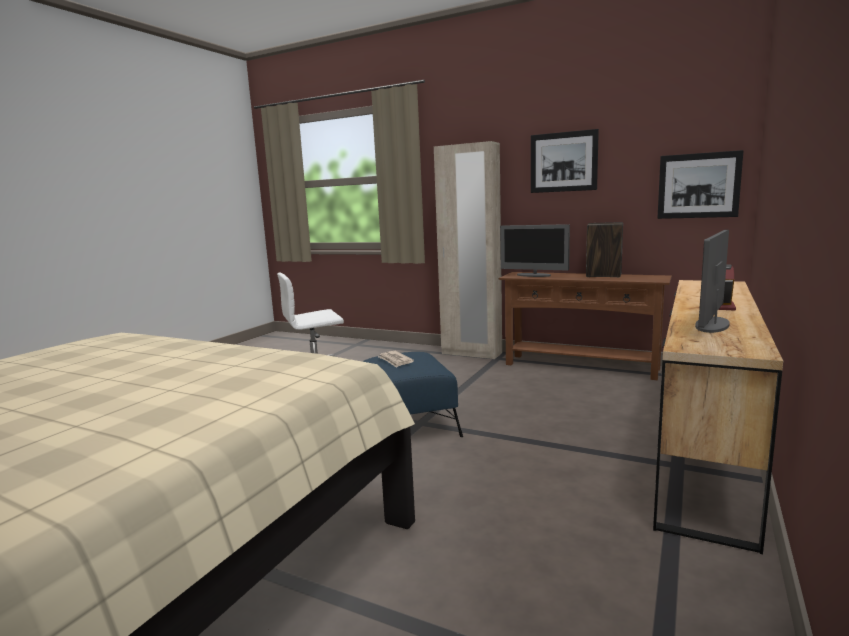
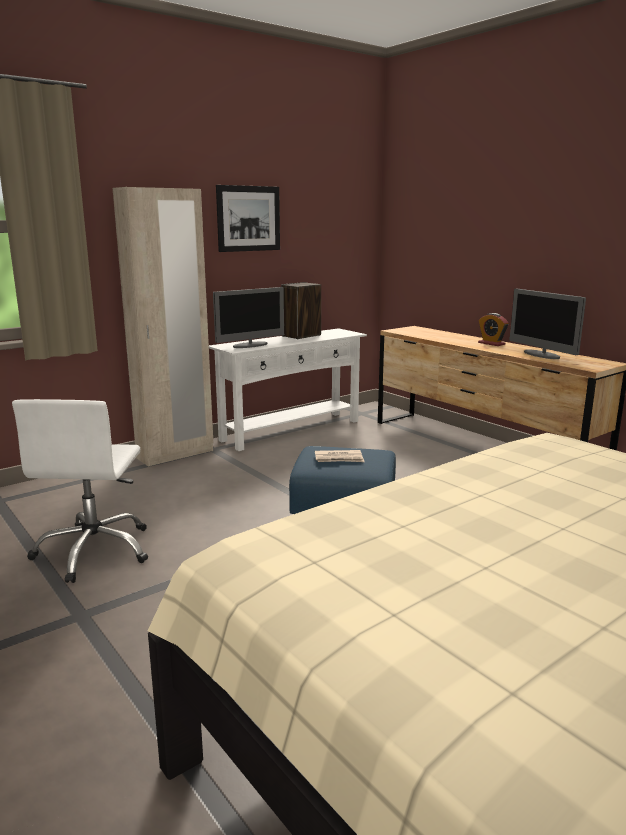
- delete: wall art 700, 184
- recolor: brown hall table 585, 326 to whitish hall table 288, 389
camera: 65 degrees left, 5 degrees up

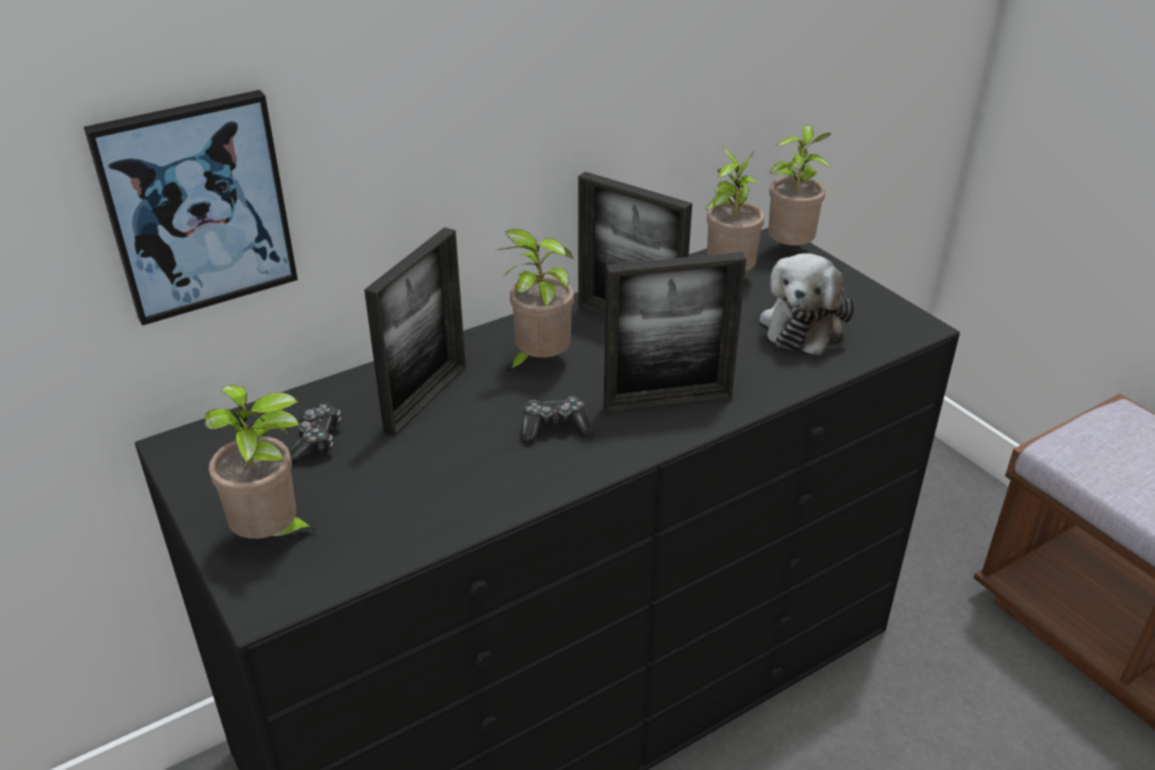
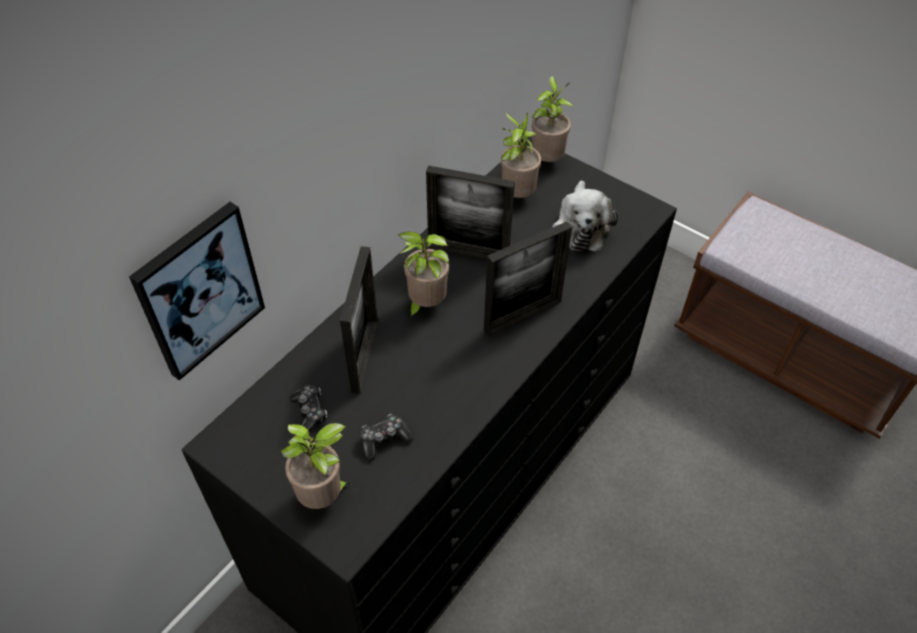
- move: game controller 557, 420 to 386, 437
camera: 20 degrees left, 15 degrees up

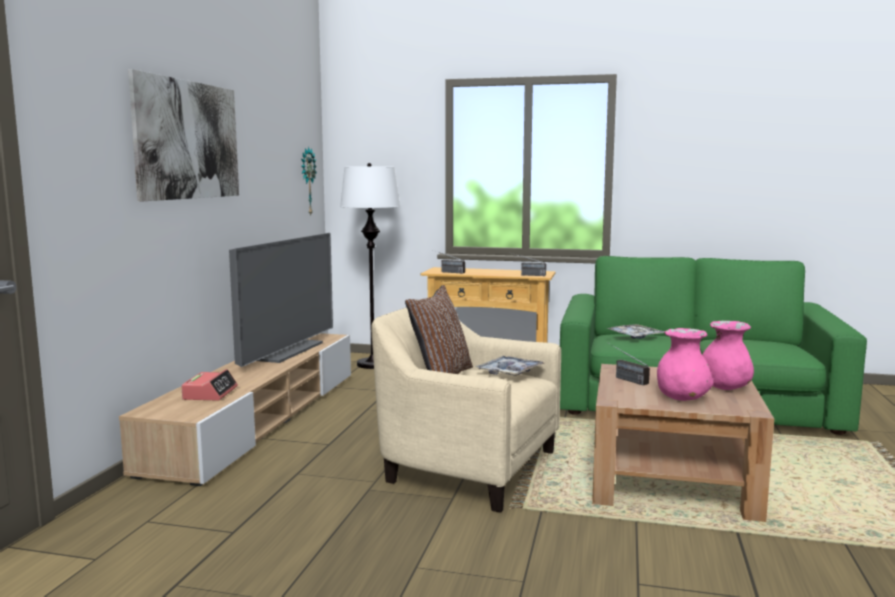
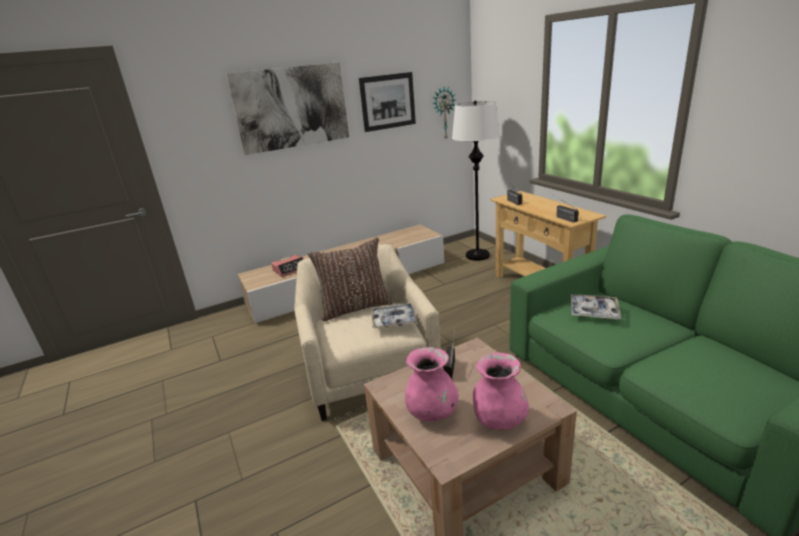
- delete: television 281, 300
- insert: wall art 387, 102
camera: 50 degrees right, 15 degrees up

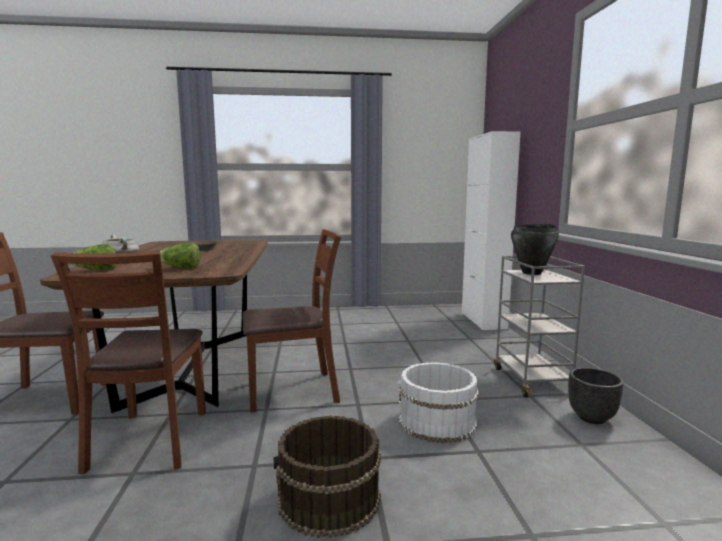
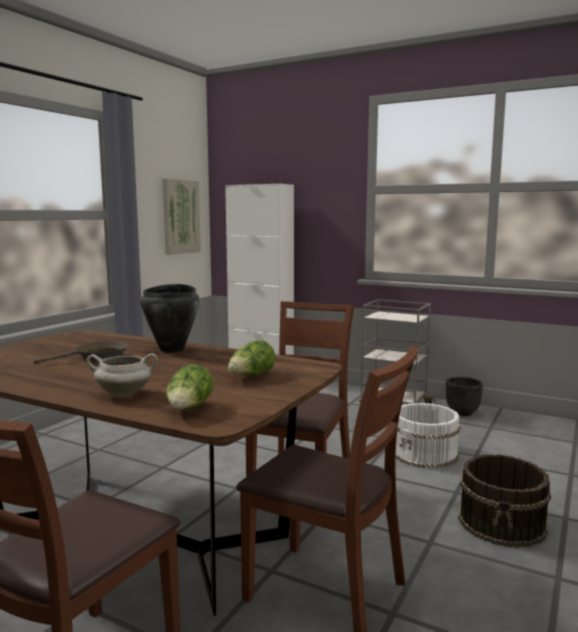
- move: black saucepot 535, 249 to 169, 318
- insert: wall art 182, 216
camera: 55 degrees left, 0 degrees up

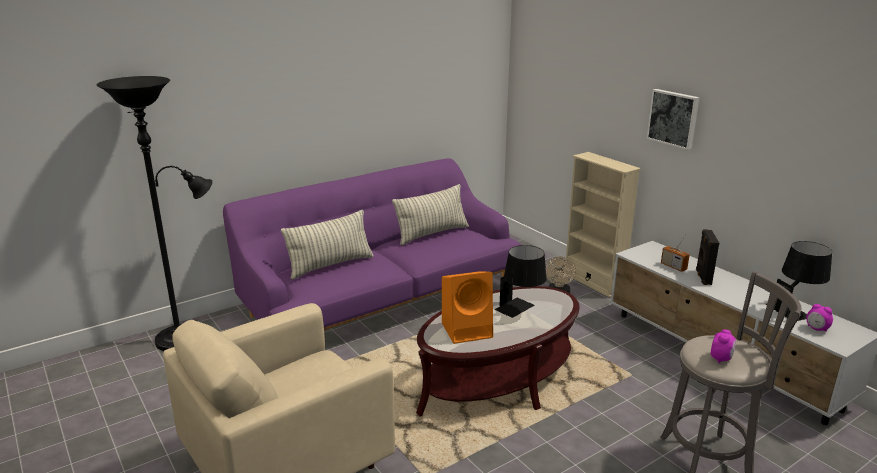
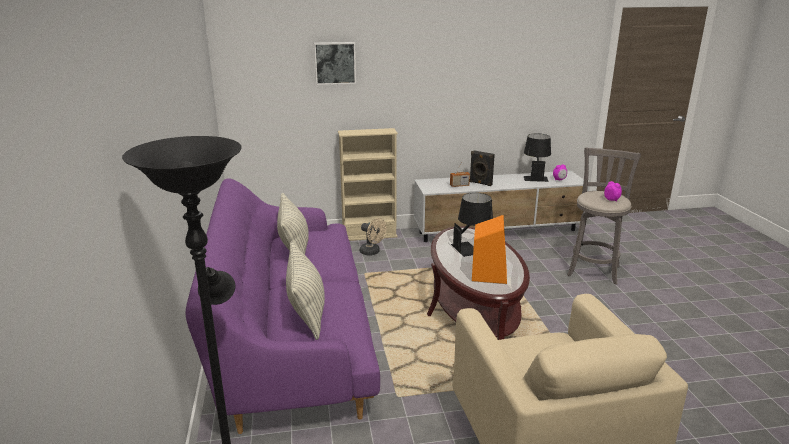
- move: wall art 673, 119 to 335, 63
camera: 65 degrees left, 0 degrees up

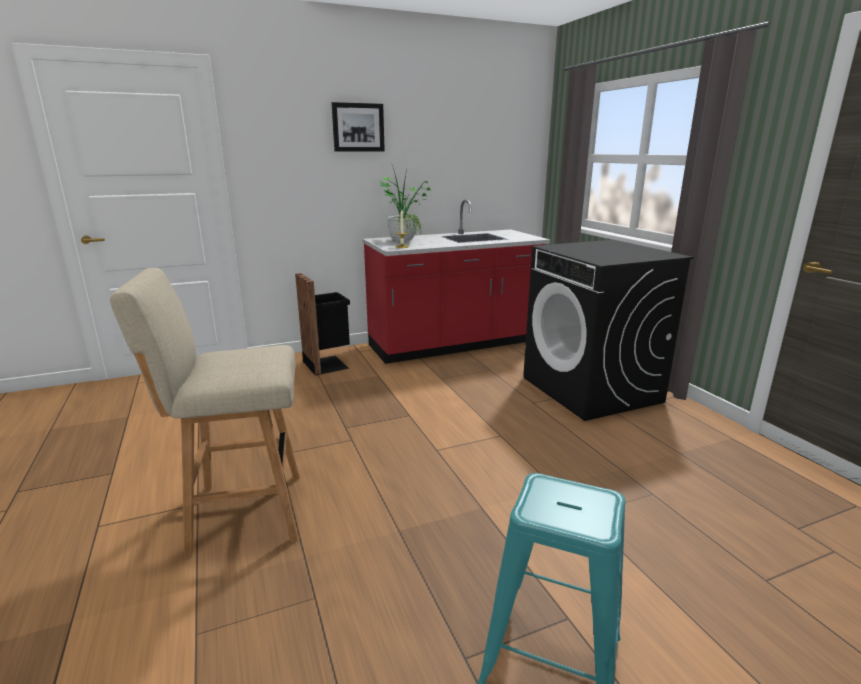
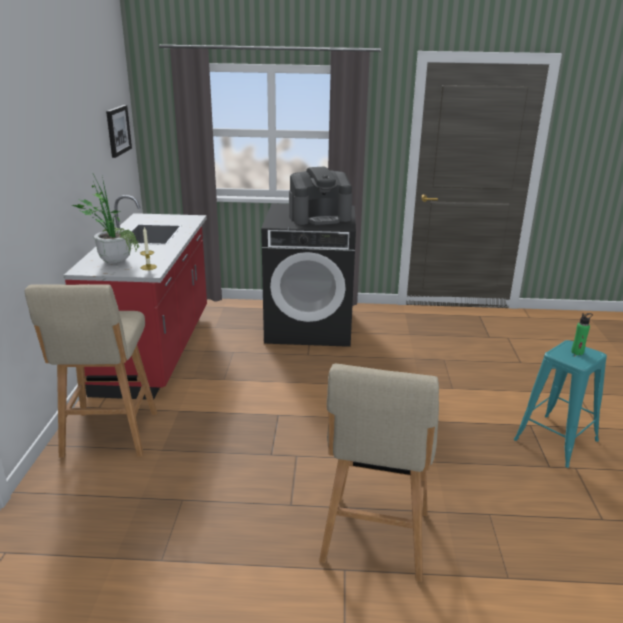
- move: wall art 358, 126 to 119, 131
- replace: black trash can 322, 324 to beige sitting stool 91, 371
- insert: coffee brewer 320, 196
- insert: greenish bottle 582, 334
camera: 65 degrees left, 5 degrees up

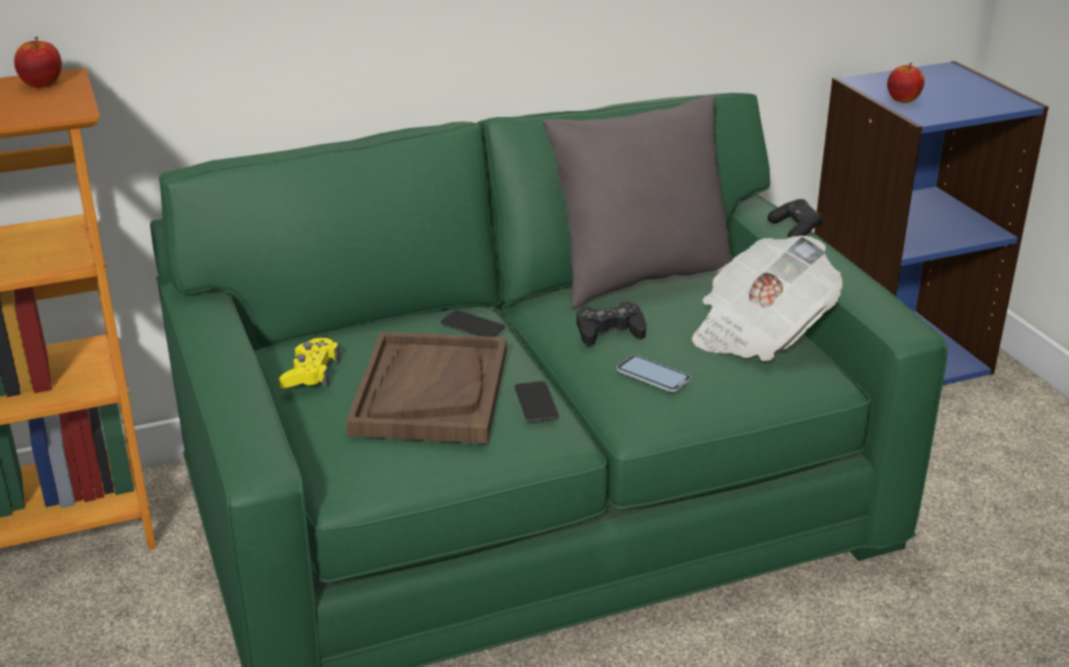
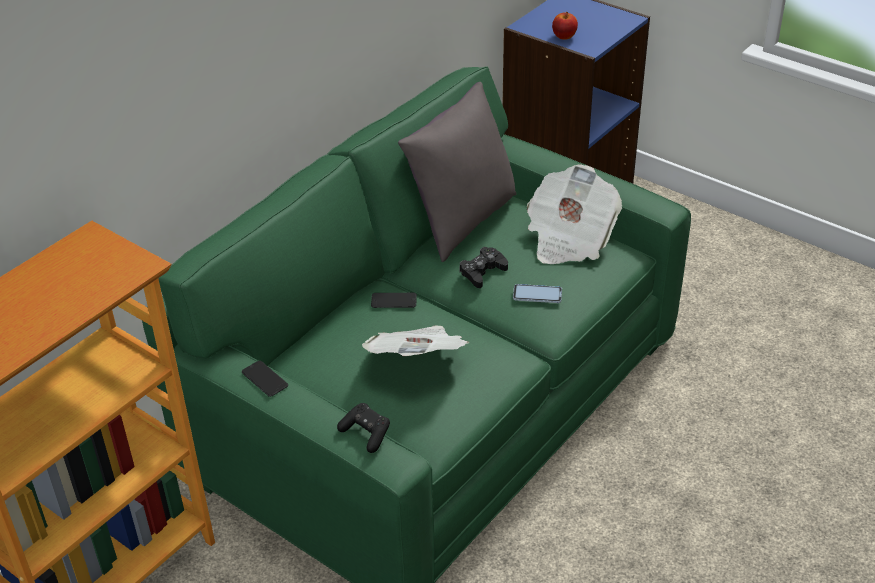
- delete: apple 38, 62
- move: black game controller 795, 218 to 363, 428
- replace: brown carrying tray 426, 388 to newspaper 415, 341
- delete: yellow-coloured game controller 309, 363
- move: telephone 536, 401 to 265, 379
camera: 30 degrees left, 10 degrees up

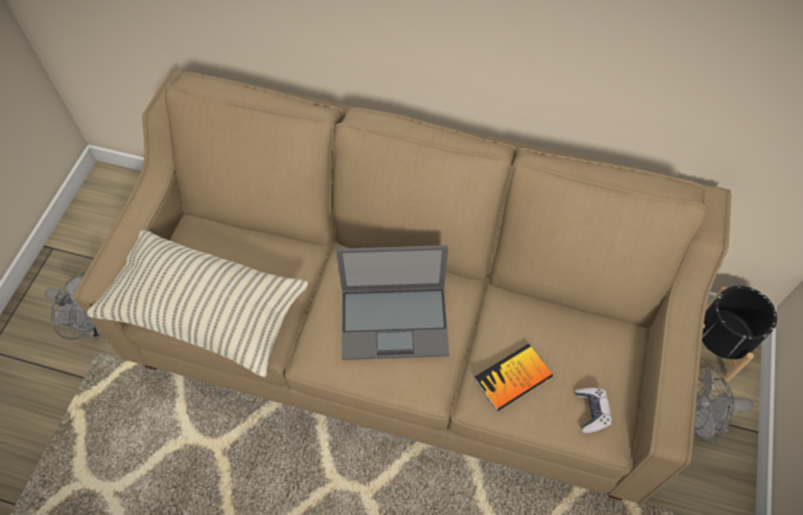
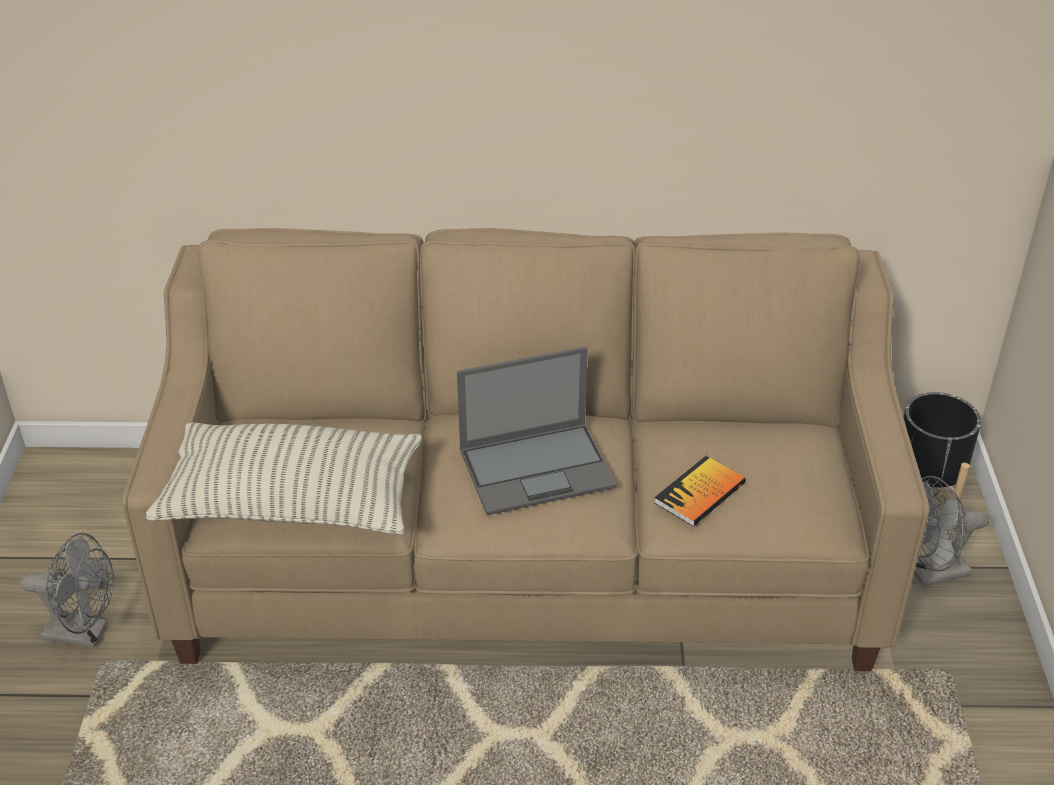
- delete: game controller 593, 410
camera: 15 degrees left, 20 degrees down

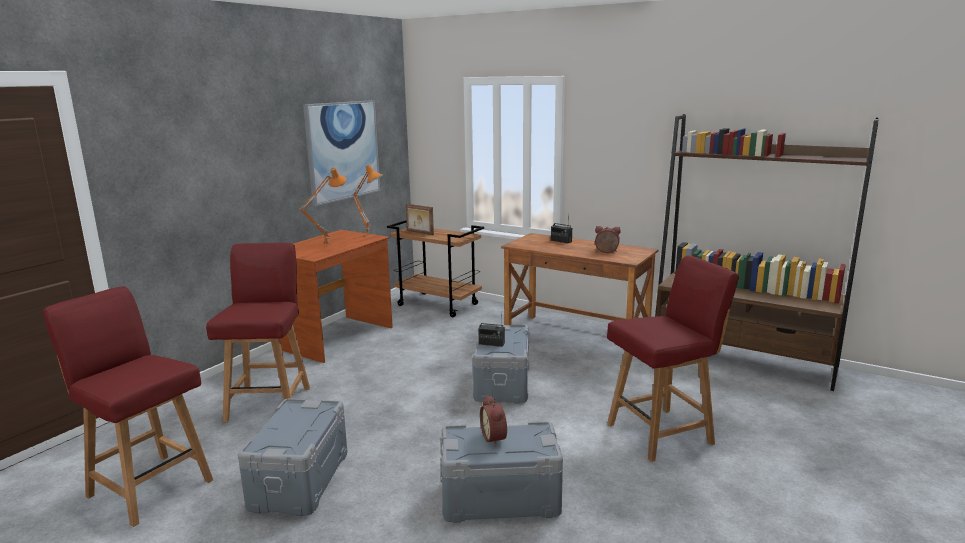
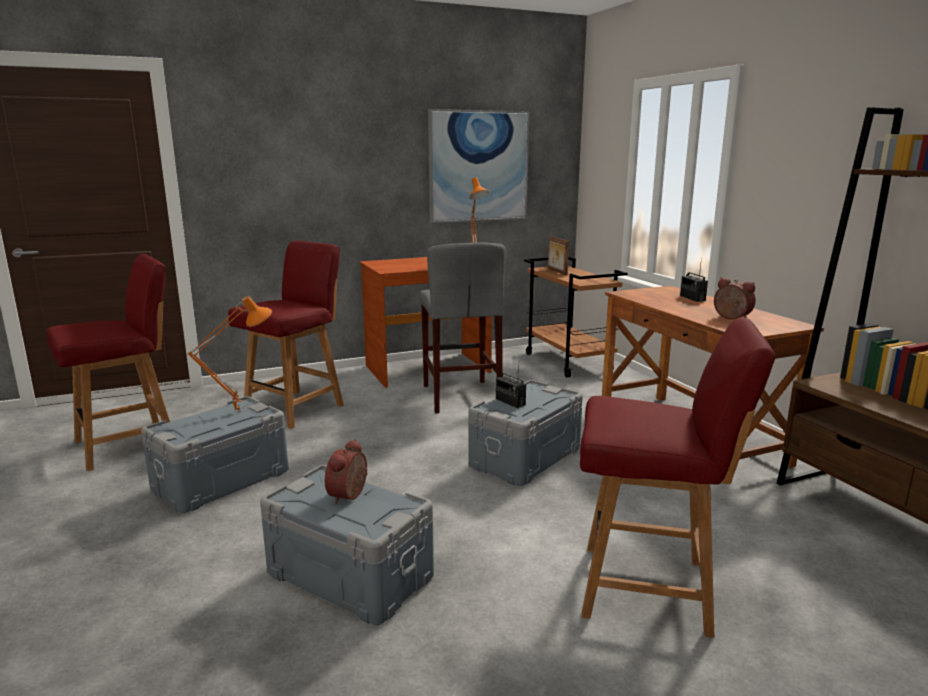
- move: orange tabletop lamp 322, 206 to 230, 354
- rotate: reddish chair 127, 406 = 108, 362 75 degrees clockwise
- insert: greyish sitting stool 462, 328
camera: 35 degrees right, 0 degrees up

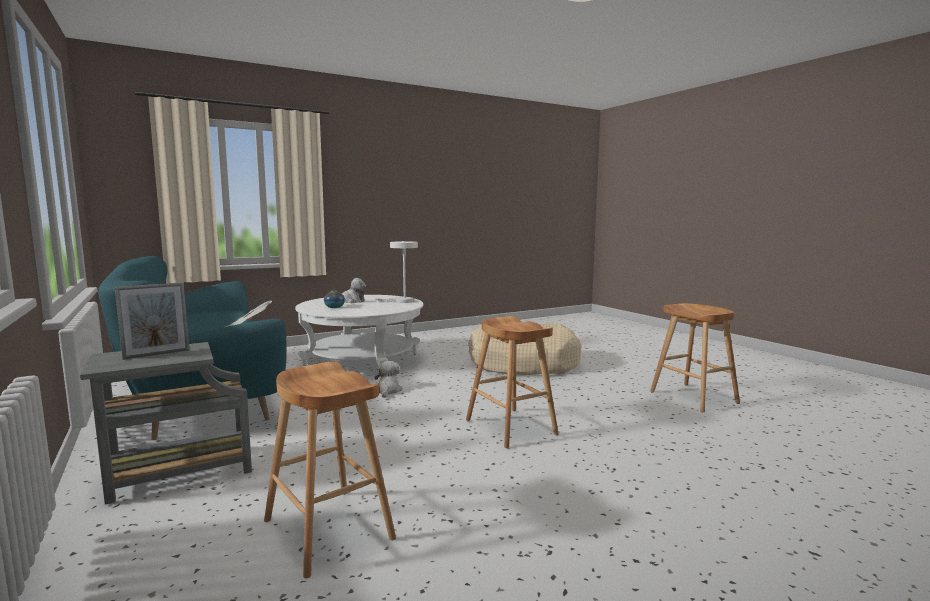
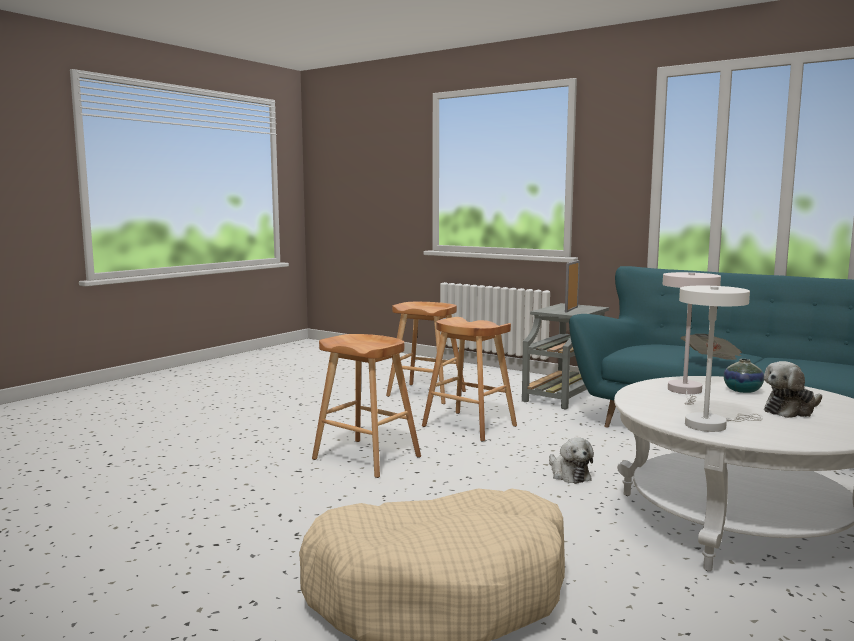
- move: brown sitting stool 695, 358 to 469, 379
- insert: whitish tabletop lamp 692, 338
camera: 155 degrees right, 0 degrees up

